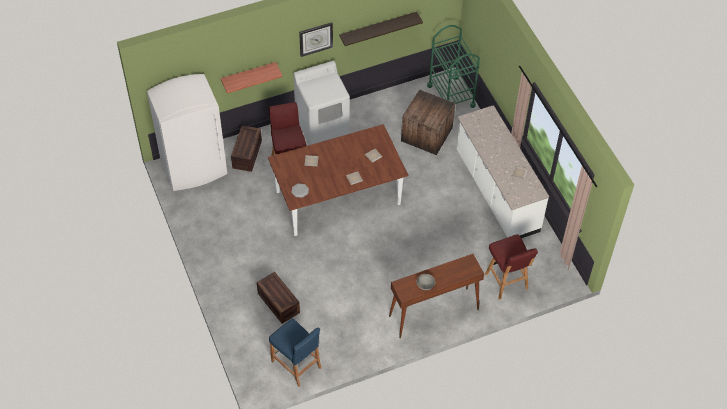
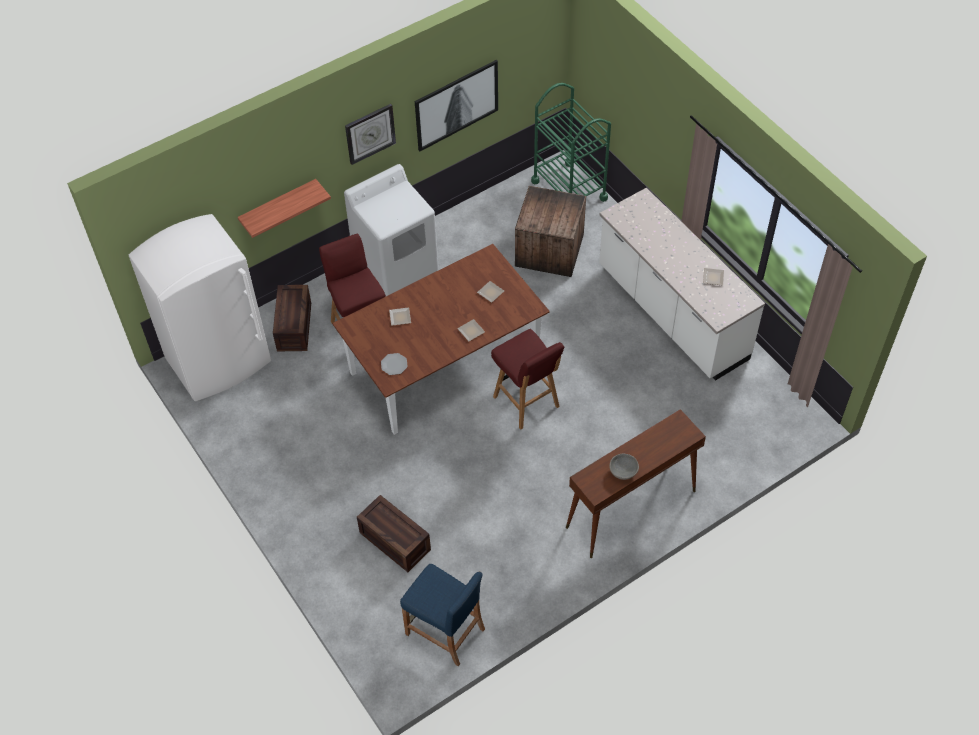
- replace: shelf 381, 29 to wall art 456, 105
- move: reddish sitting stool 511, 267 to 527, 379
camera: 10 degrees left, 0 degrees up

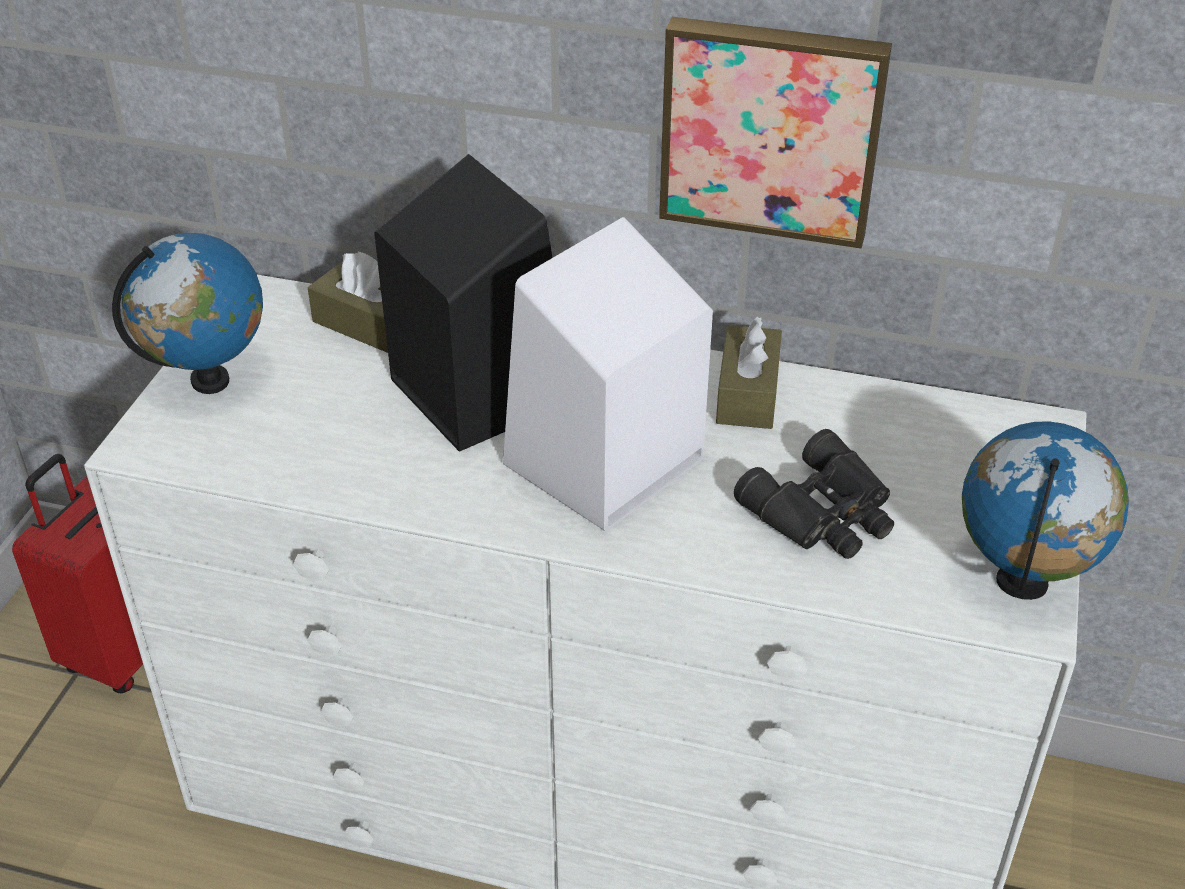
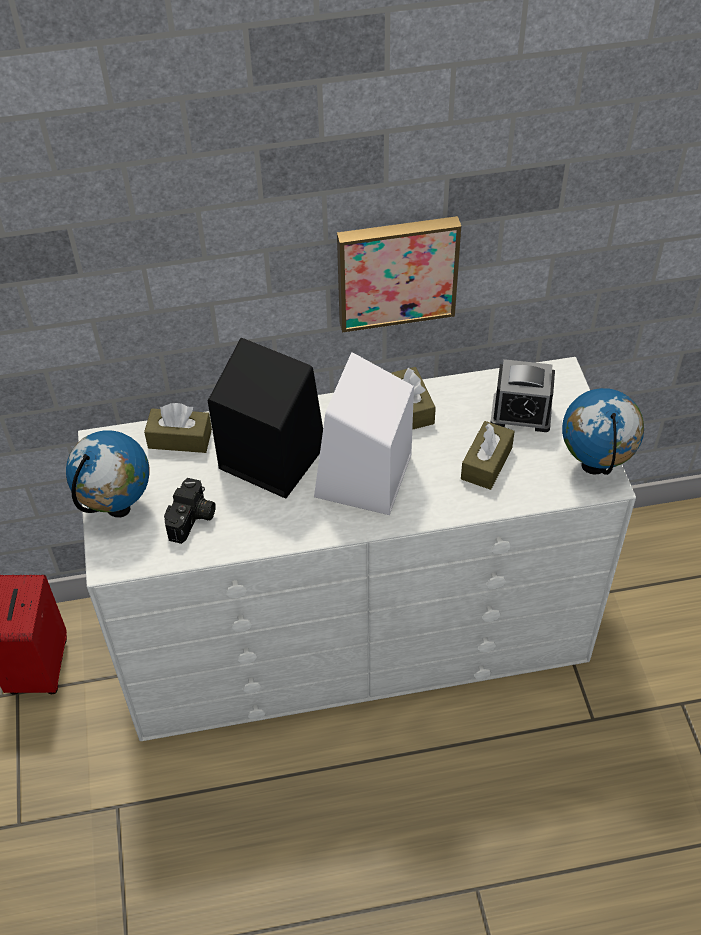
- replace: black binoculars 814, 494 to brown tissue holder 488, 455
- insert: bedside clock 522, 395
- insert: photo camera 190, 511
camera: 25 degrees left, 10 degrees up

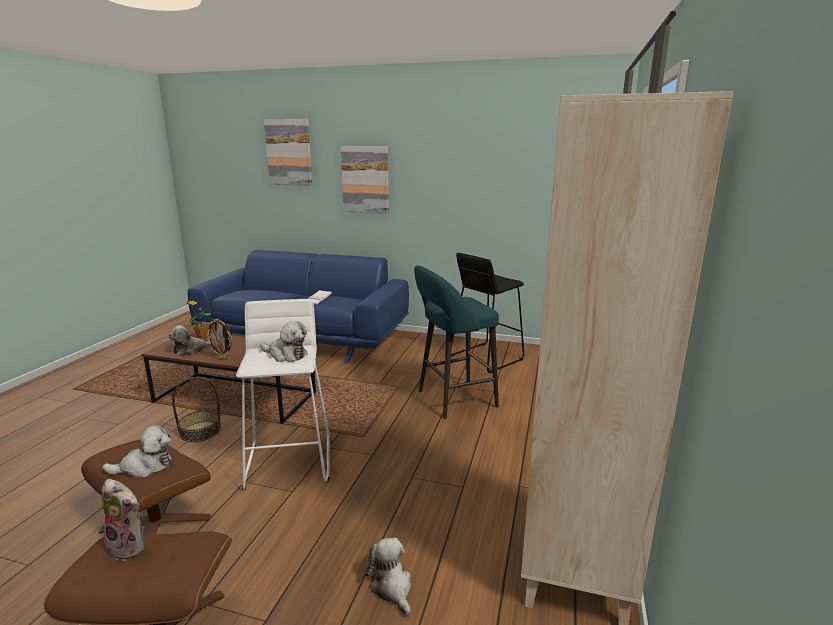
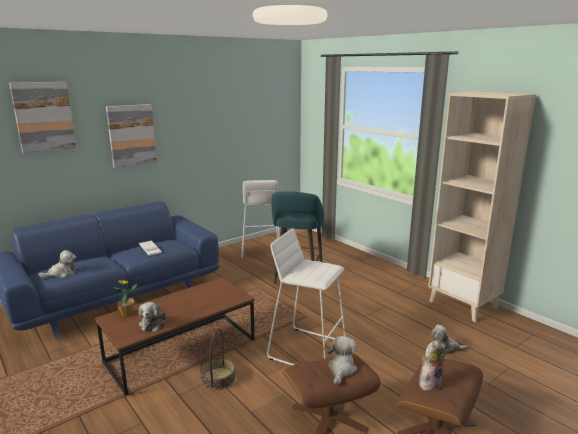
- recolor: black sitting stool 487, 313 to whitish sitting stool 260, 220
- delete: photo frame 219, 339
- move: cuddly toy 284, 341 to 57, 264
camera: 55 degrees left, 0 degrees up

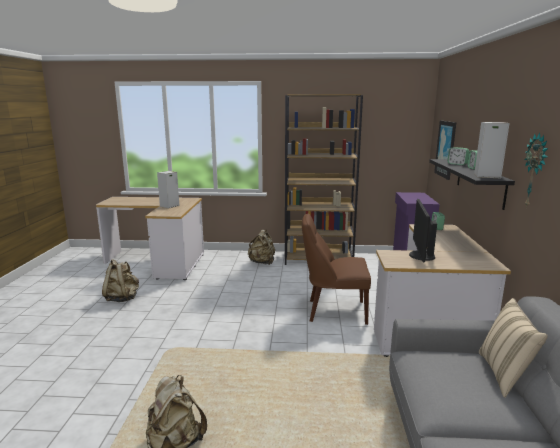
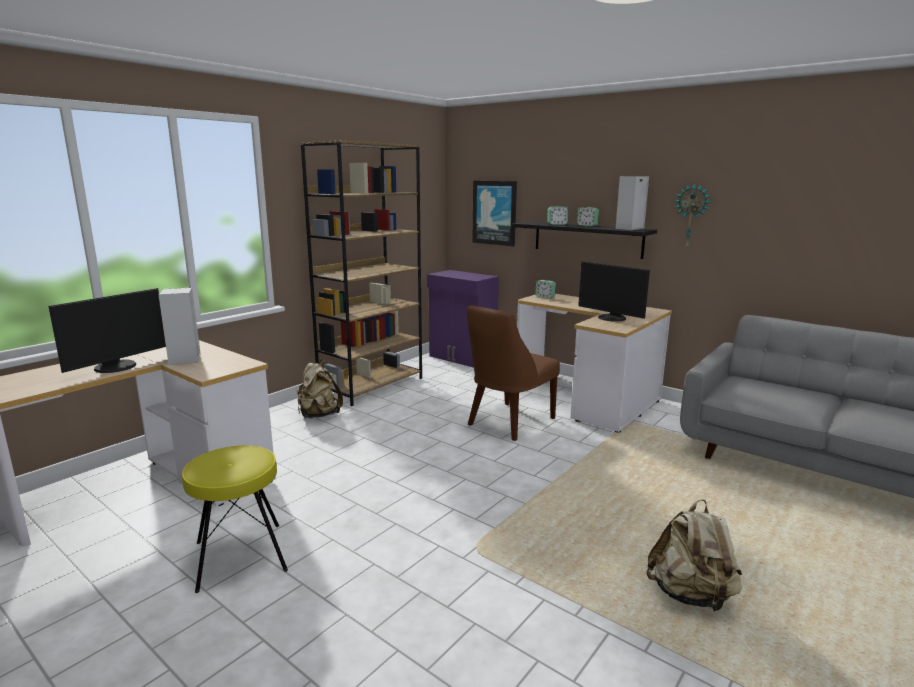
- replace: beige backpack 120, 280 to yellow-coloured sitting stool 235, 519
- delete: beige throw pillow 513, 348
- insert: monitor 107, 330
camera: 55 degrees left, 0 degrees up

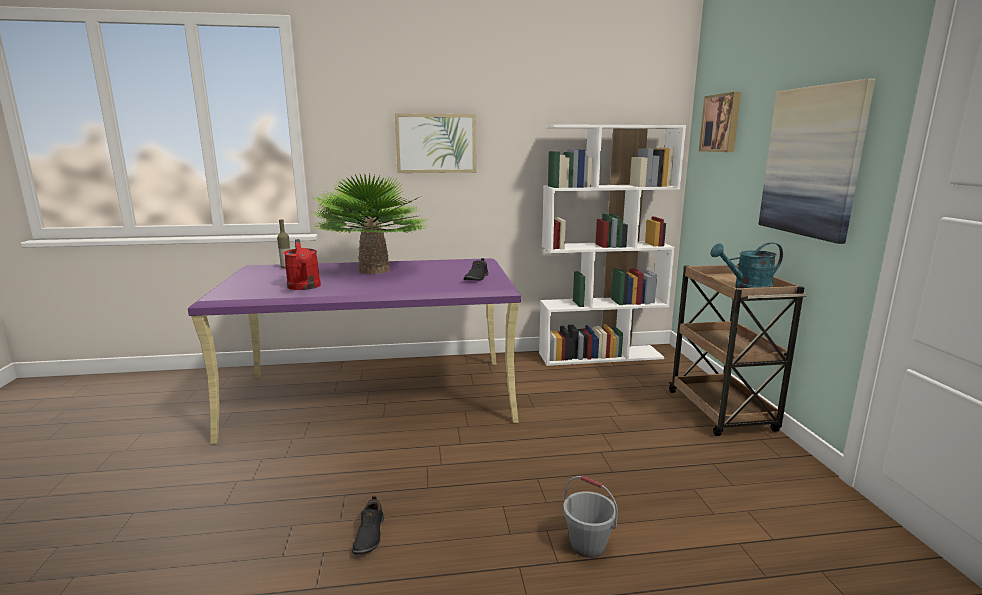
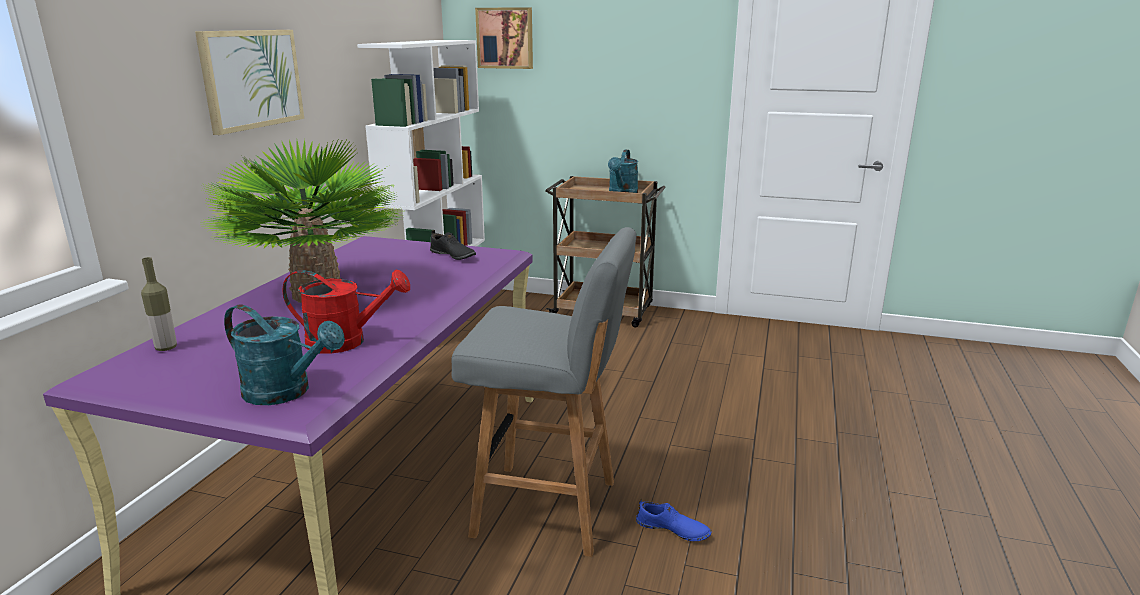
- delete: wall art 817, 161
- delete: greyish bucket 590, 517
- recolor: black low shoe 368, 525 to bluish low shoe 674, 520
- insert: greyish sitting stool 544, 392
- insert: blue-green watering pot 284, 354
camera: 65 degrees left, 5 degrees up

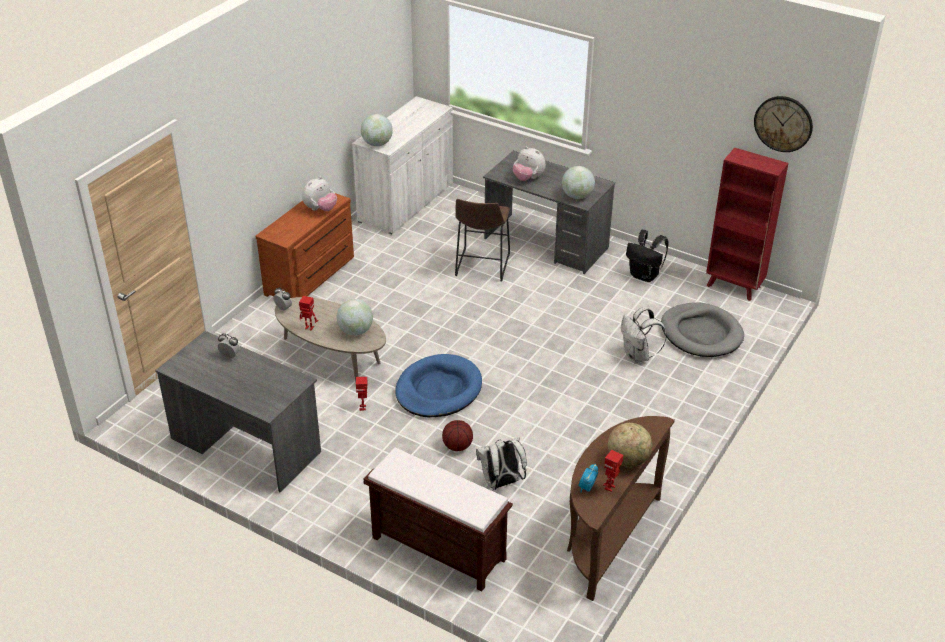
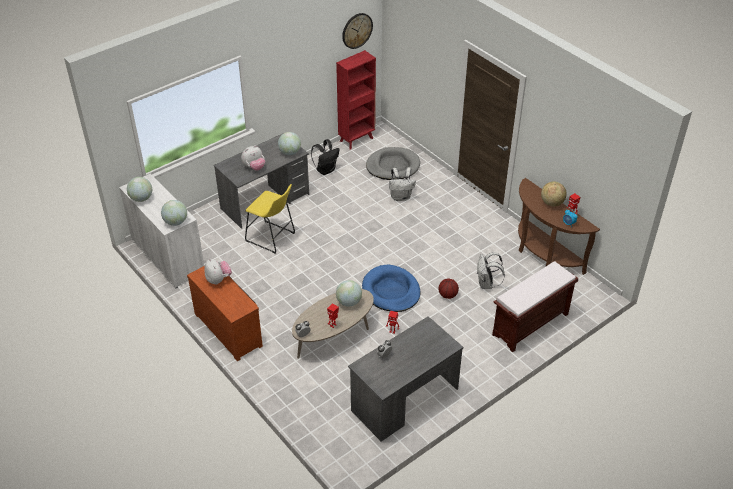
- recolor: brown sitting stool 482, 240 to yellow-coloured sitting stool 270, 219
- insert: world globe 139, 189
camera: 70 degrees left, 5 degrees up

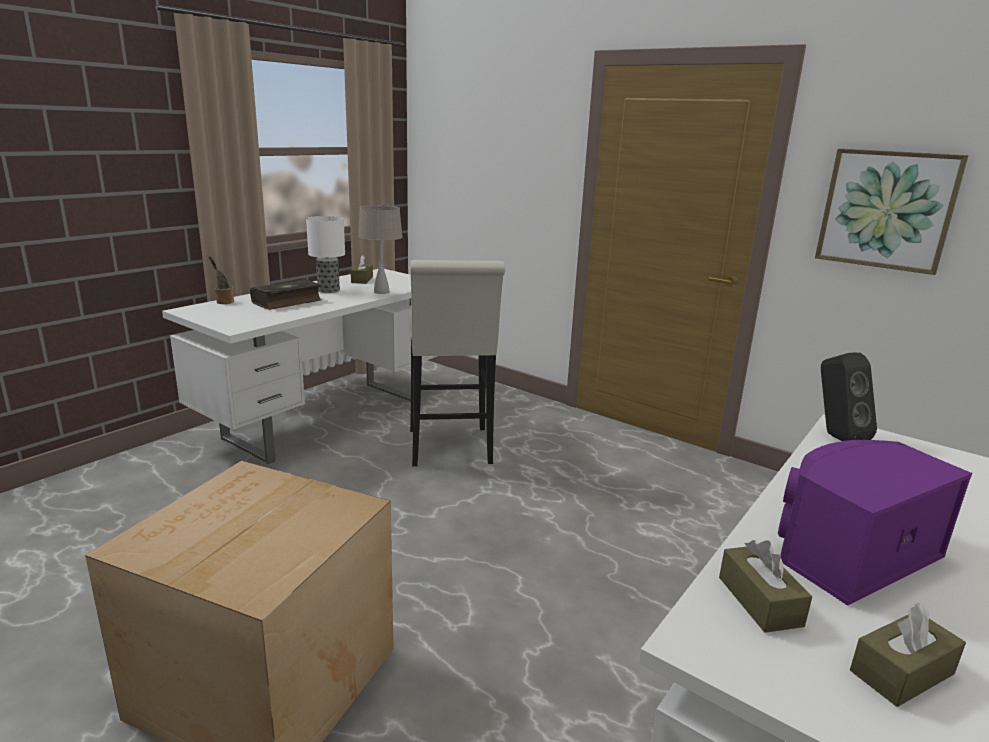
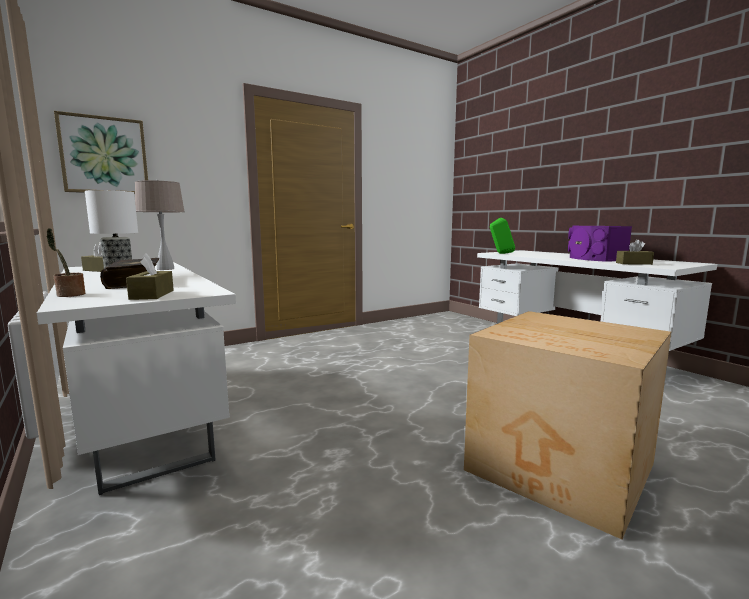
- move: wall art 892, 211 to 101, 152
- delete: whitish sitting stool 457, 363
- recolor: black loudspeaker 849, 397 to greenish loudspeaker 502, 236
- move: brown tissue holder 908, 655 to 150, 276
camera: 70 degrees left, 10 degrees down

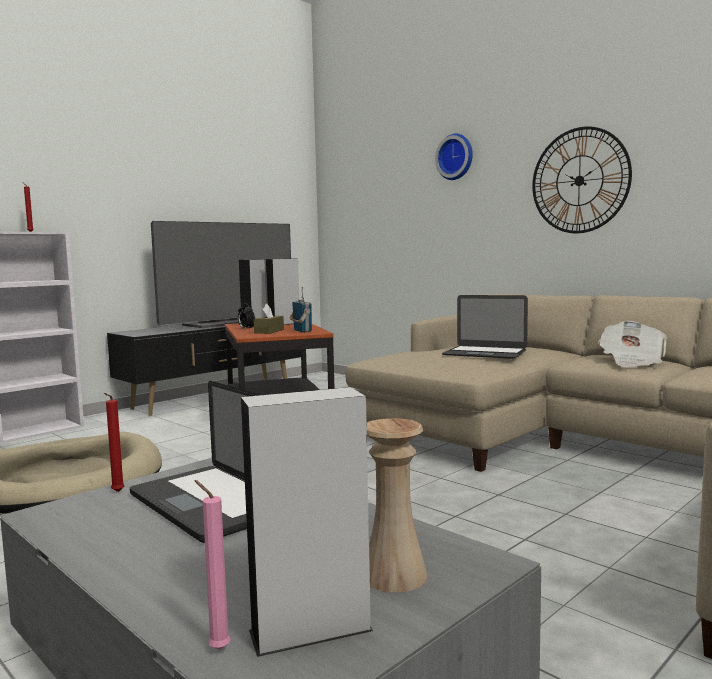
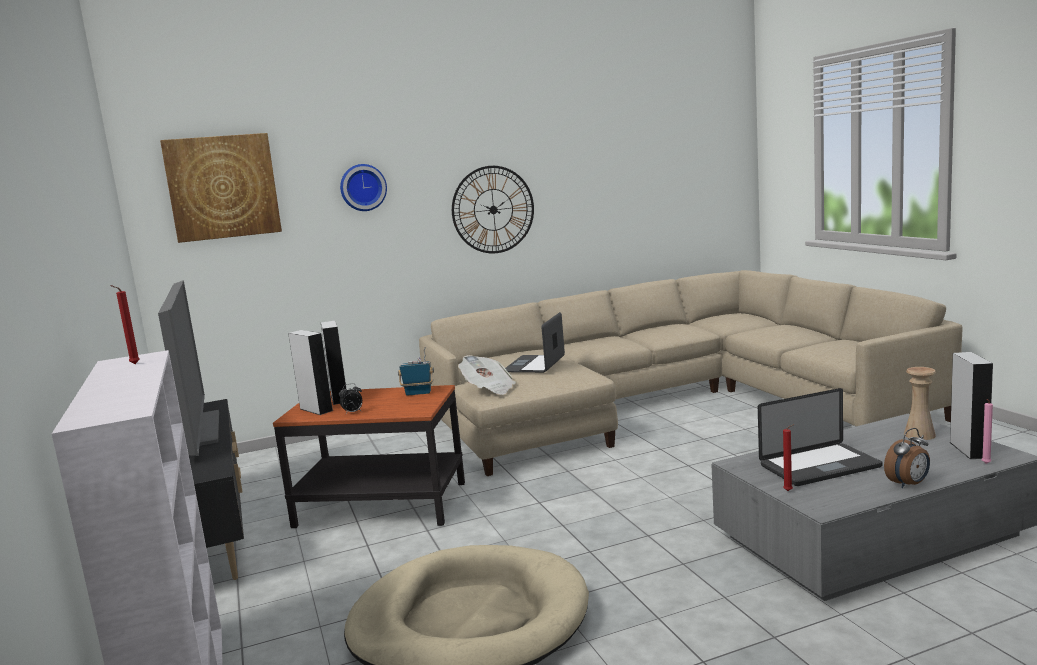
- rotate: portable computer 485, 327 = 535, 342 150 degrees clockwise
- delete: brown tissue holder 269, 319
- move: newspaper 632, 344 to 487, 375
- insert: wall art 221, 188
- insert: bedside clock 907, 458
camera: 65 degrees left, 5 degrees up

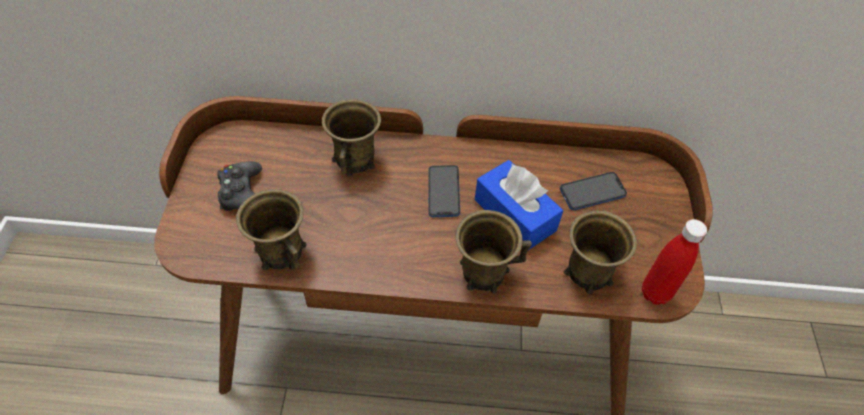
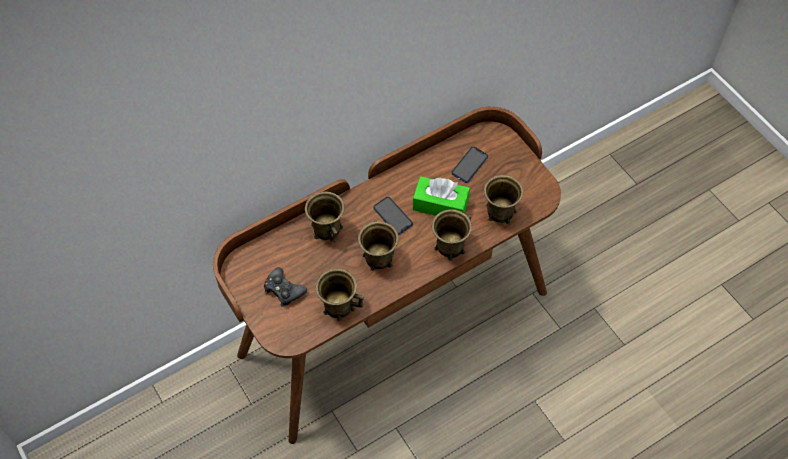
- recolor: bluish tissue holder 519, 204 to greenish tissue holder 441, 196
- delete: reddish bottle 674, 262
- insert: brown tea mug 378, 245
camera: 35 degrees left, 5 degrees up

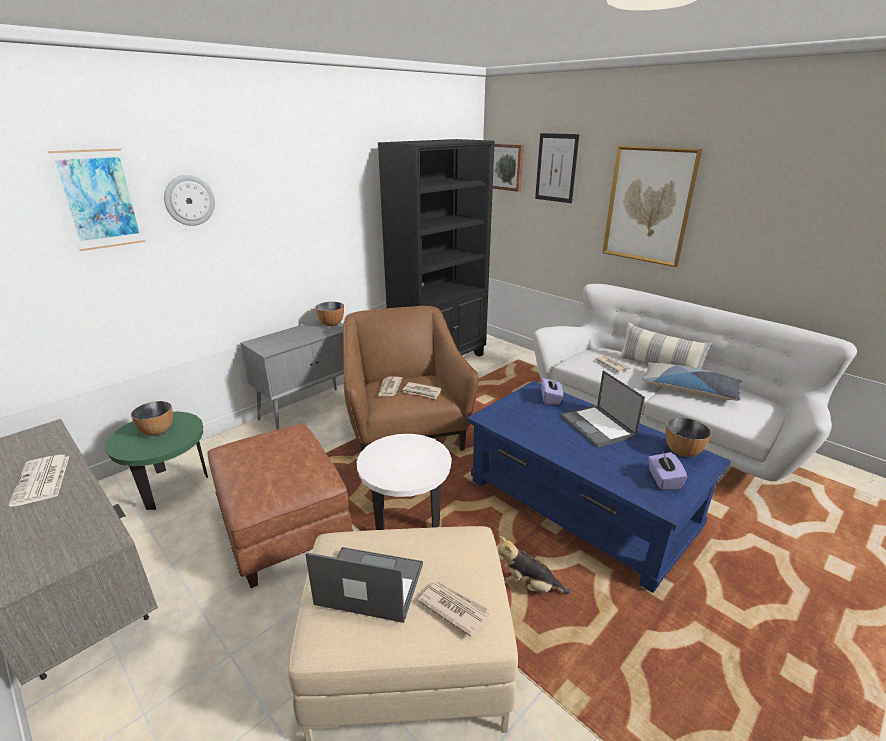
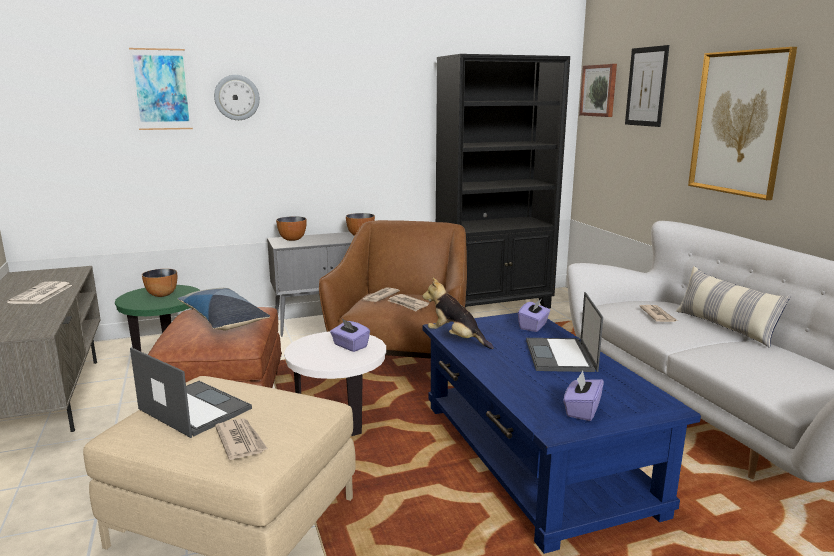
- move: throw pillow 692, 381 to 223, 309
- move: deep dish 688, 437 to 291, 228
- move: cuddly toy 534, 565 to 458, 313
- insert: purple tissue holder 350, 335
camera: 25 degrees right, 10 degrees down

